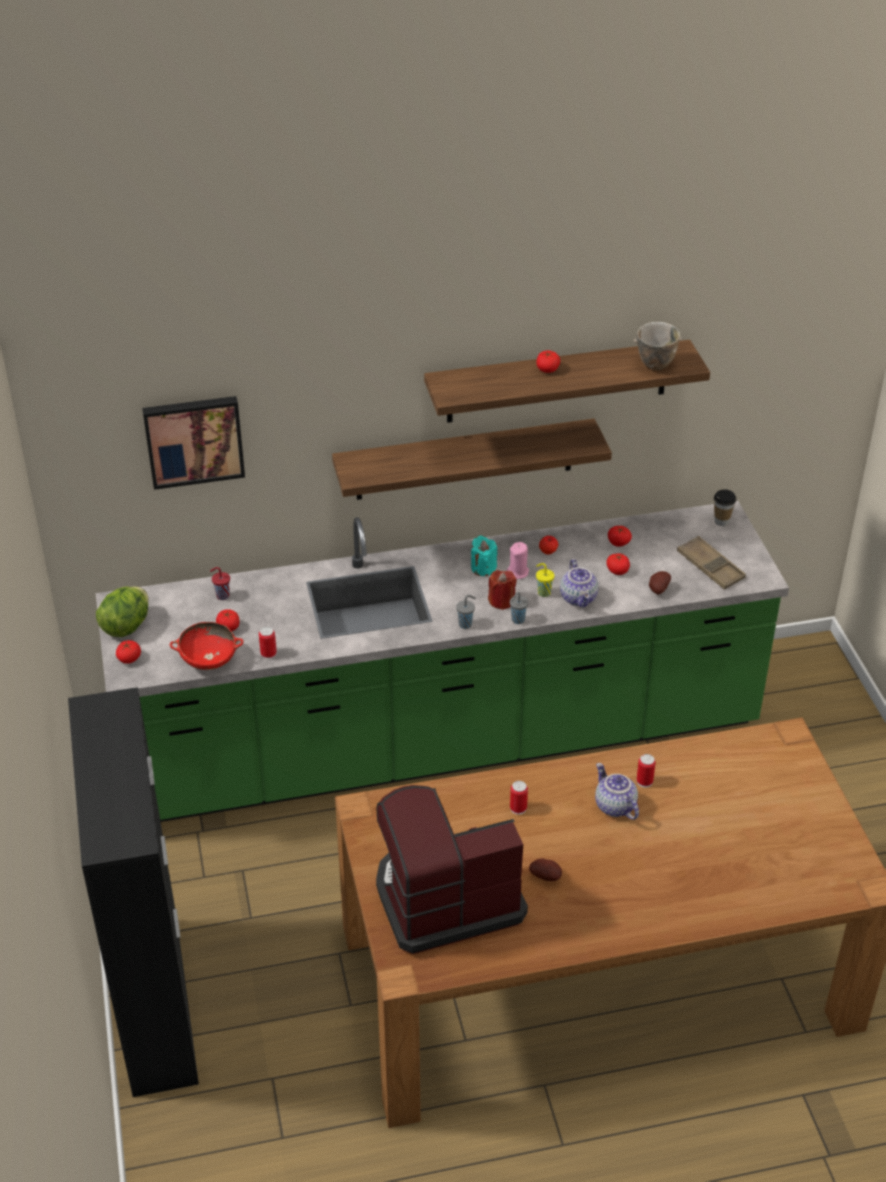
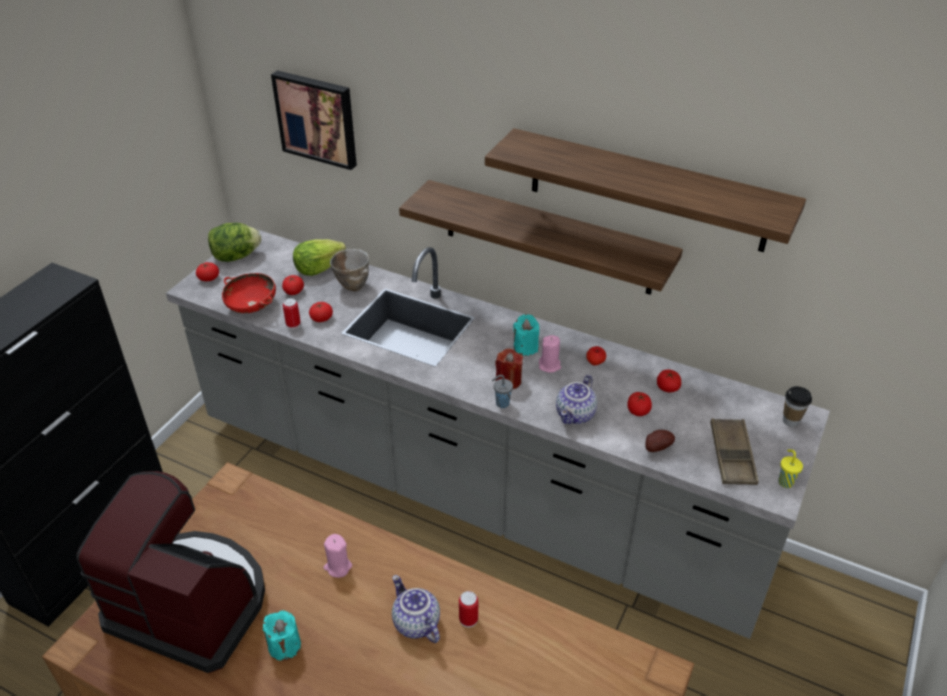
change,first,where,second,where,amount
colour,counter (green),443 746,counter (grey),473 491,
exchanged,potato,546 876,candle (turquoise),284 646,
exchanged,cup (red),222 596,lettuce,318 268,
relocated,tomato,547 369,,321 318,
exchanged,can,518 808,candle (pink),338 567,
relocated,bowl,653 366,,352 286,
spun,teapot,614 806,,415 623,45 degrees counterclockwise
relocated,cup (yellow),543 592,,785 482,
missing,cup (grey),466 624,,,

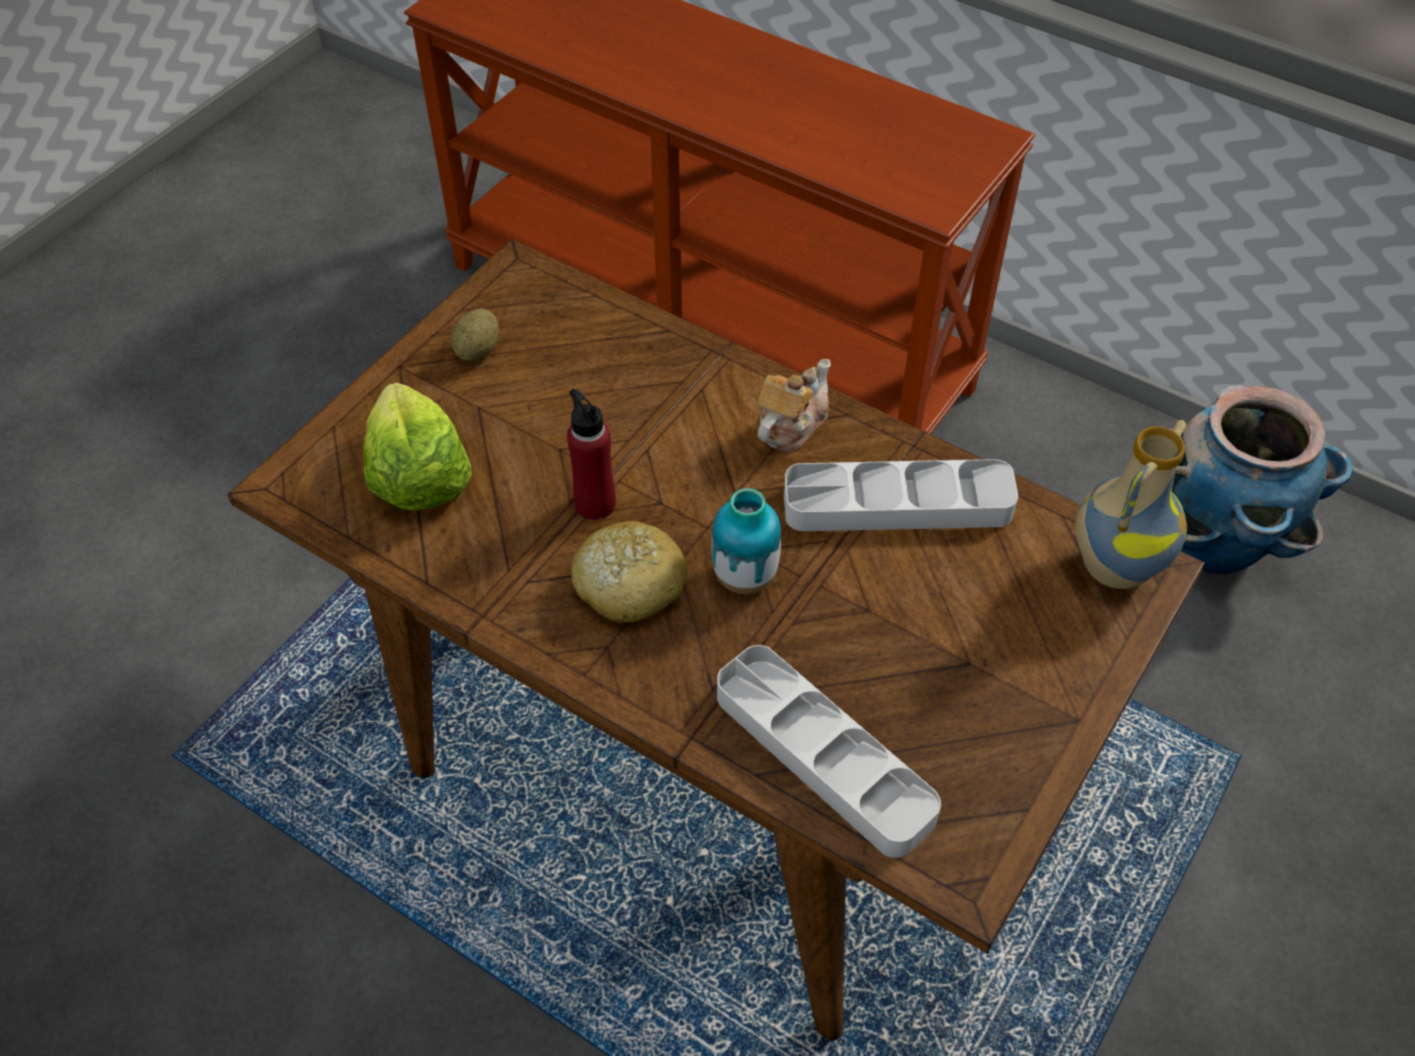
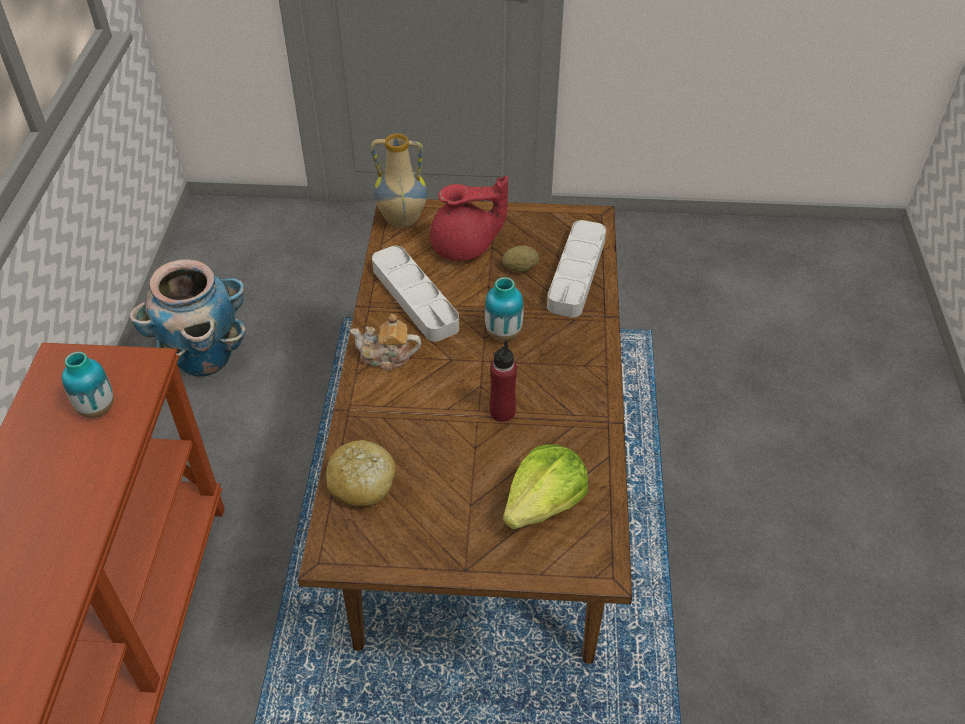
change,first,where,second,where,amount
appeared,,,vase,97 409,
relocated,bread,628 584,,362 482,
appeared,,,teapot (red),465 247,
relocated,potato,477 350,,520 268,

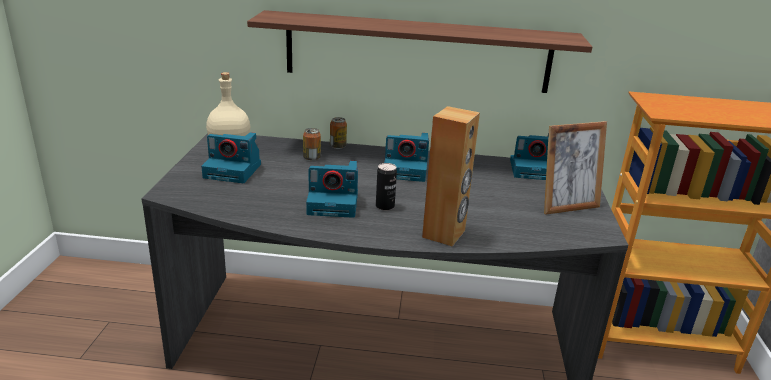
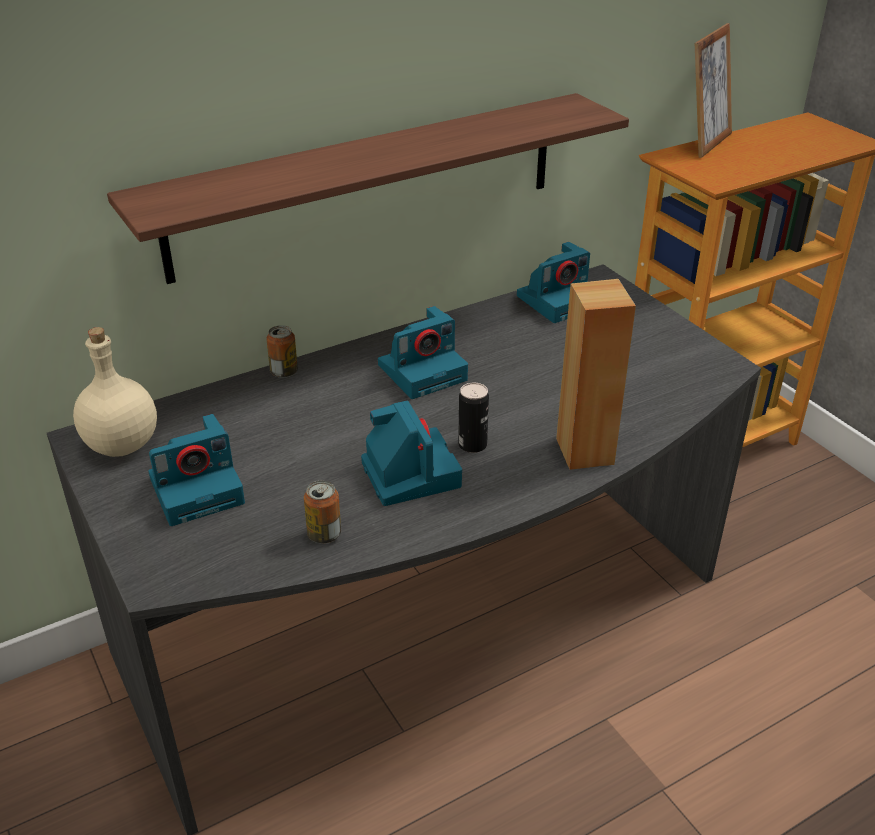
change,first,where,second,where,amount
relocated,can,311 158,,324 534,
spun,photo camera,334 203,,409 473,75 degrees counterclockwise
relocated,picture frame,567 206,,705 143,

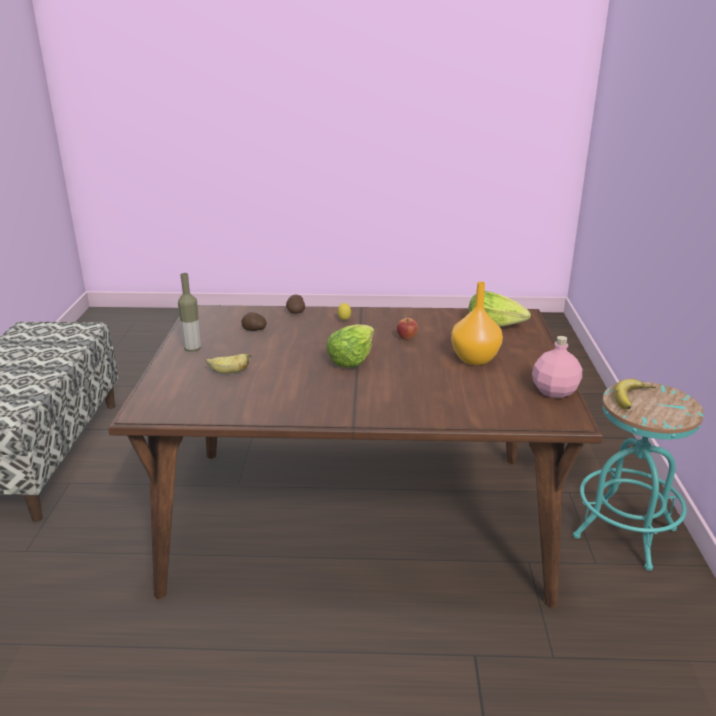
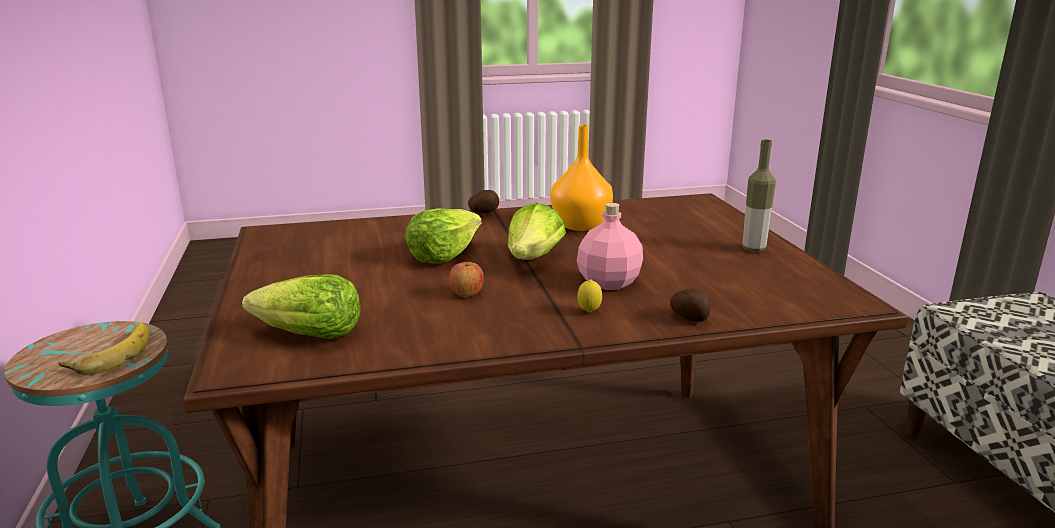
change,first,where,second,where,amount
appeared,,,lettuce,443 255,
relocated,potato,254 330,,484 212,
relocated,vase (orange),474 359,,581 225,
relocated,bottle (pink),555 391,,608 283,
missing,banana,229 372,,,

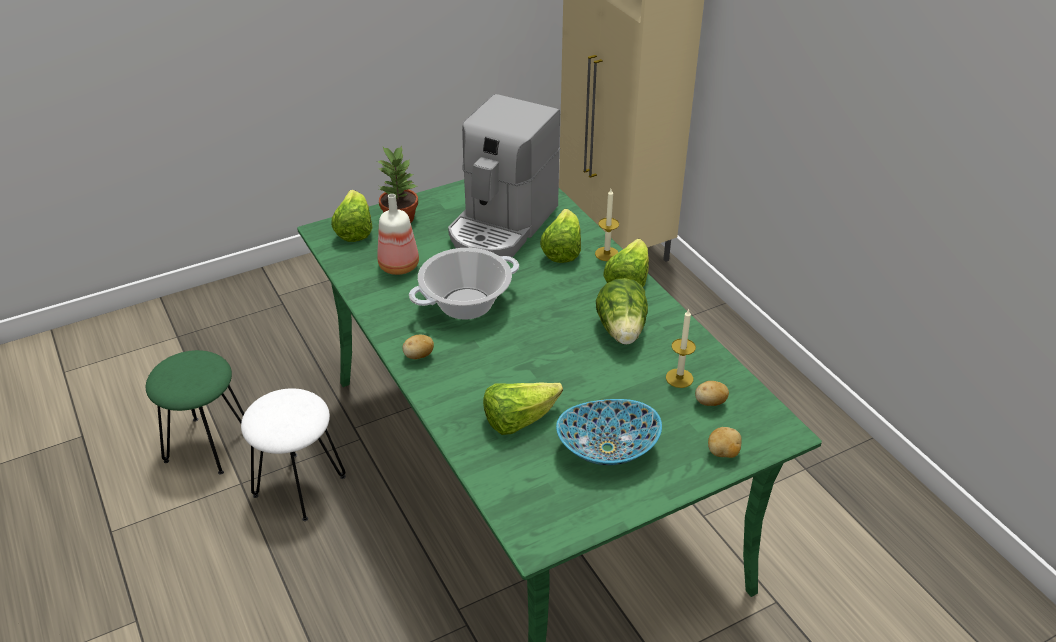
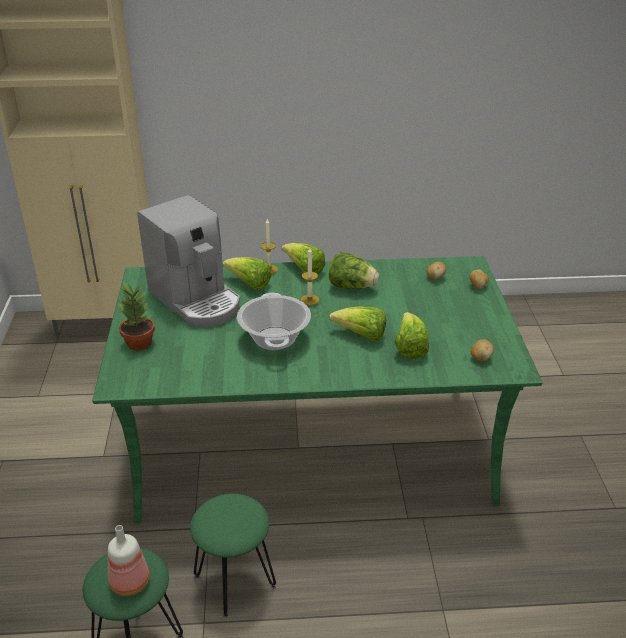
change,first,where,second,where,amount
relocated,bottle,398 265,,128 582,
colour,stool (white),298 485,stool (green),234 581,
relocated,candle,679 378,,309 300,
relocated,lettuce,354 230,,361 335,
relocated,potato,419 356,,480 358,
missing,bowl,606 448,,,

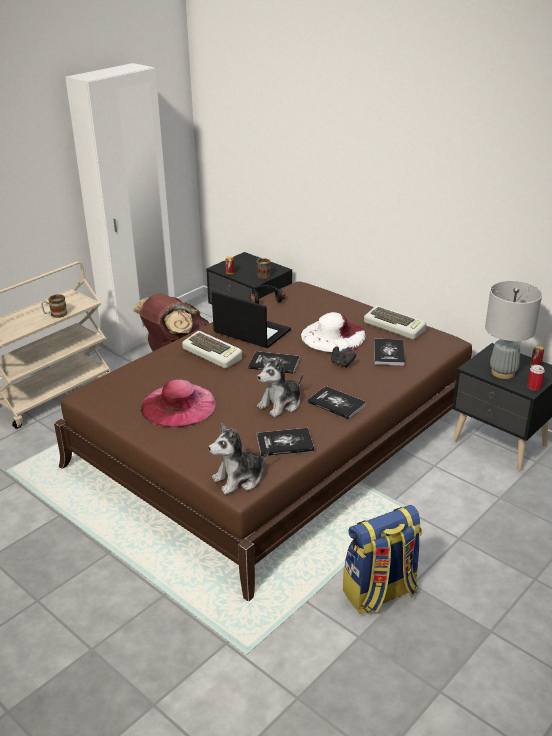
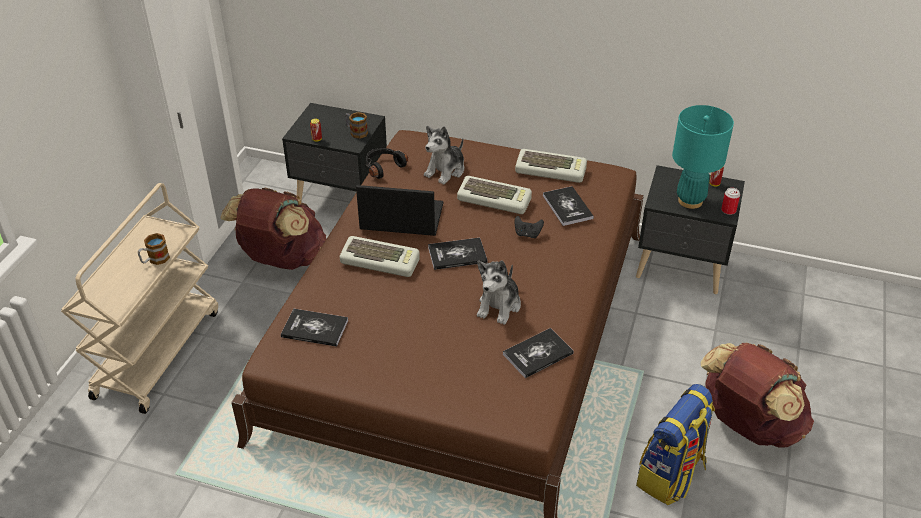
change,first,where,second,where,amount
relocated,book,336 404,,315 328,
relocated,plush toy,239 479,,445 170,
exchanged,hat (white),333 336,keyboard,495 199,
colour,table lamp (grey),502 372,table lamp (turquoise),690 201,
appeared,,,backpack (brown),748 425,
missing,hat (pink),178 405,,,

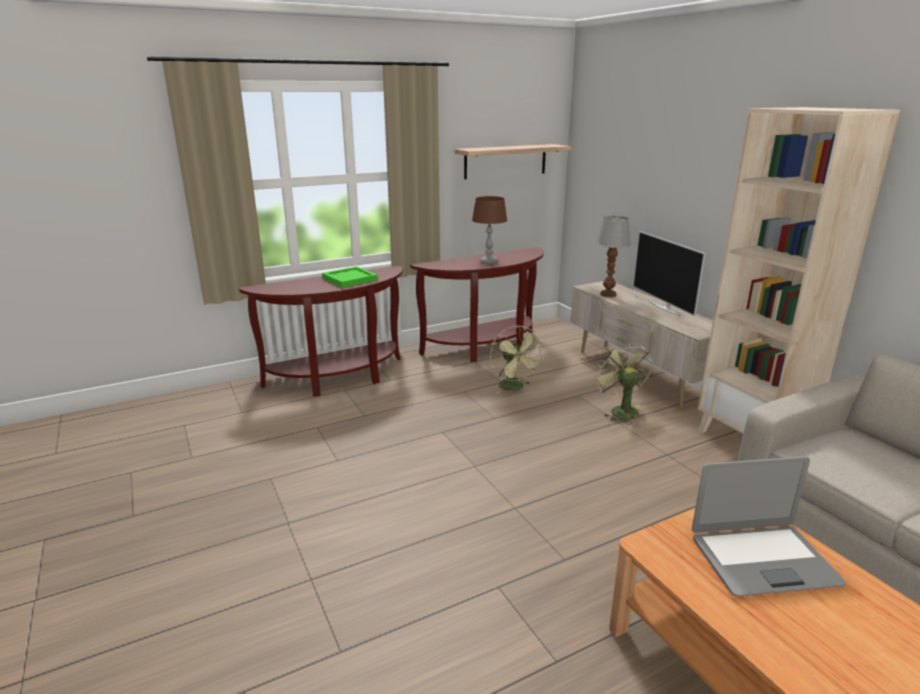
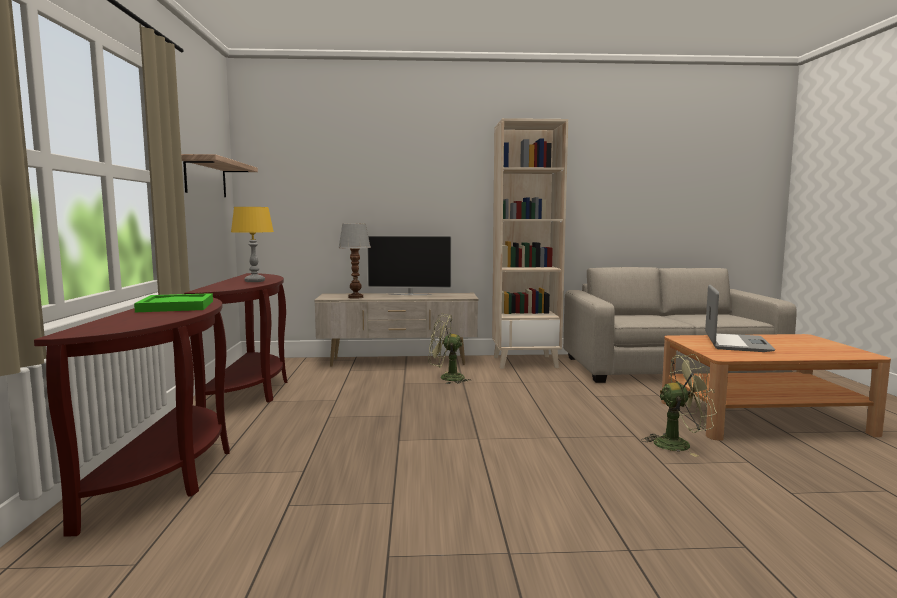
change,first,where,second,where,amount
colour,table lamp (brown),488 262,table lamp (yellow),255 281,
relocated,fan (green),515 388,,679 444,

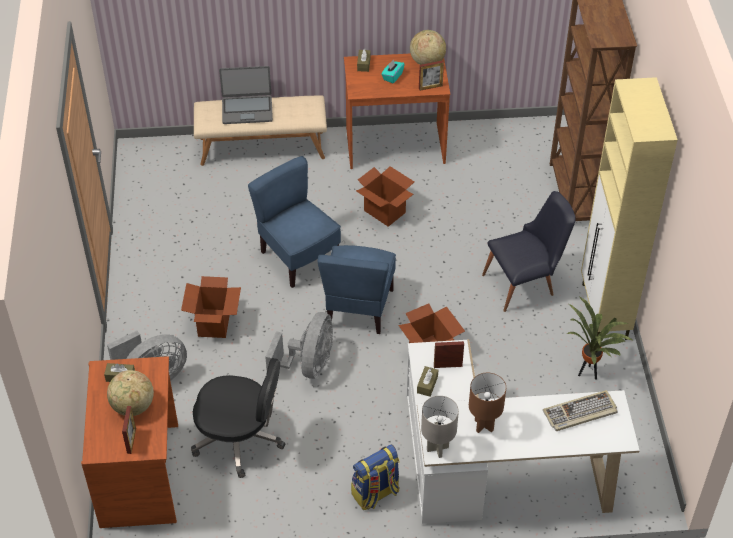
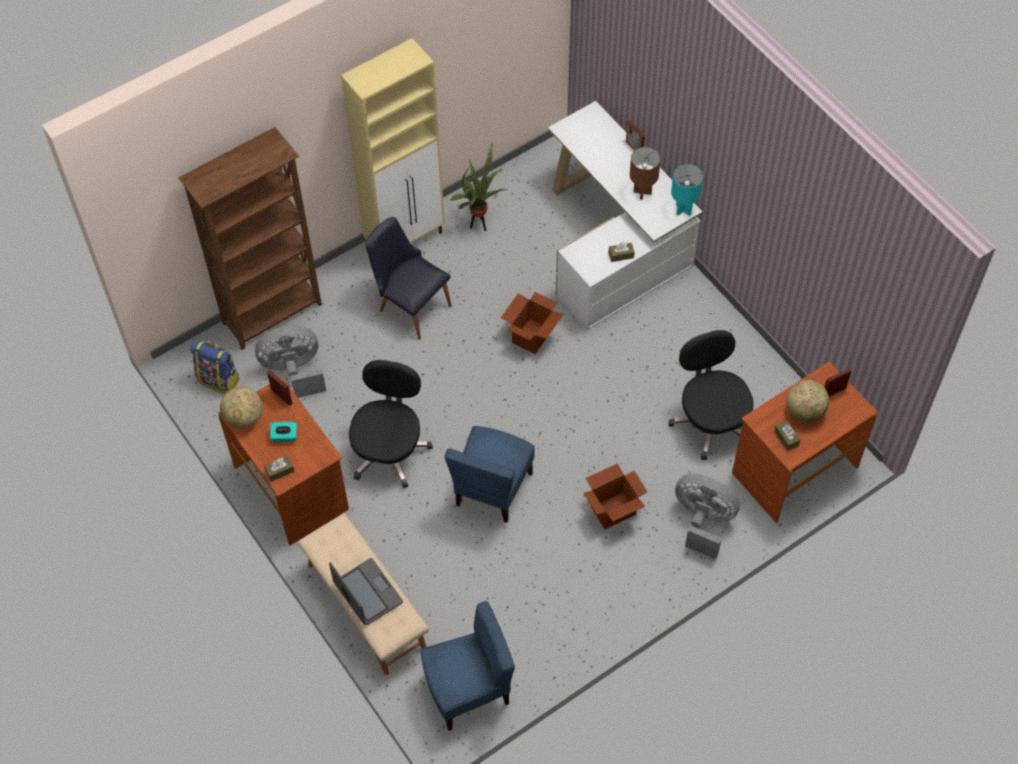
change,first,where,second,where,amount
relocated,backpack,375 493,,219 379,
relocated,fan (grey),308 366,,294 371,
exchanged,cardboard box,385 212,office chair (black),389 450,
relocated,chair (blue),358 308,,468 689,
relocated,picture frame,448 365,,634 148,
colour,table lamp (grey),437 449,table lamp (turquoise),684 210,
missing,keyboard,580 413,,,

